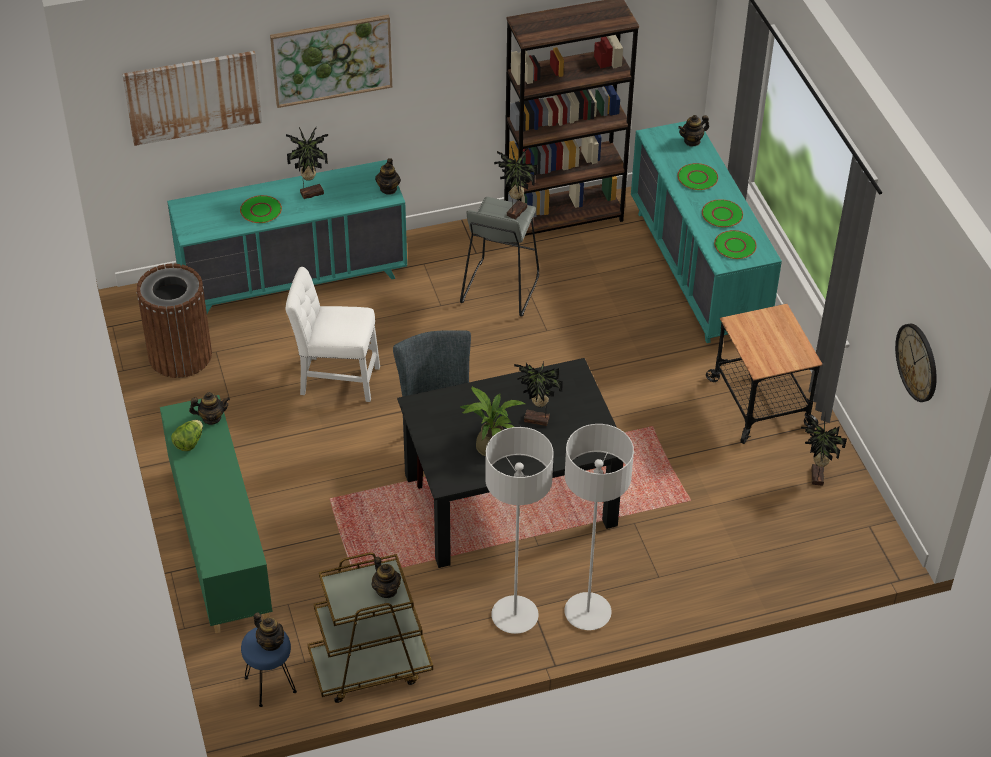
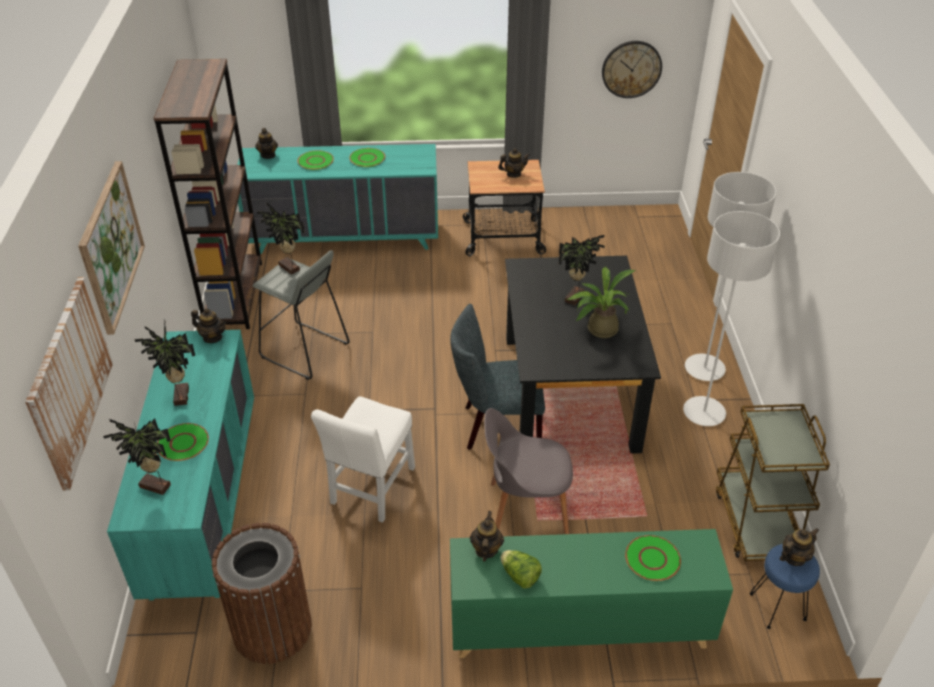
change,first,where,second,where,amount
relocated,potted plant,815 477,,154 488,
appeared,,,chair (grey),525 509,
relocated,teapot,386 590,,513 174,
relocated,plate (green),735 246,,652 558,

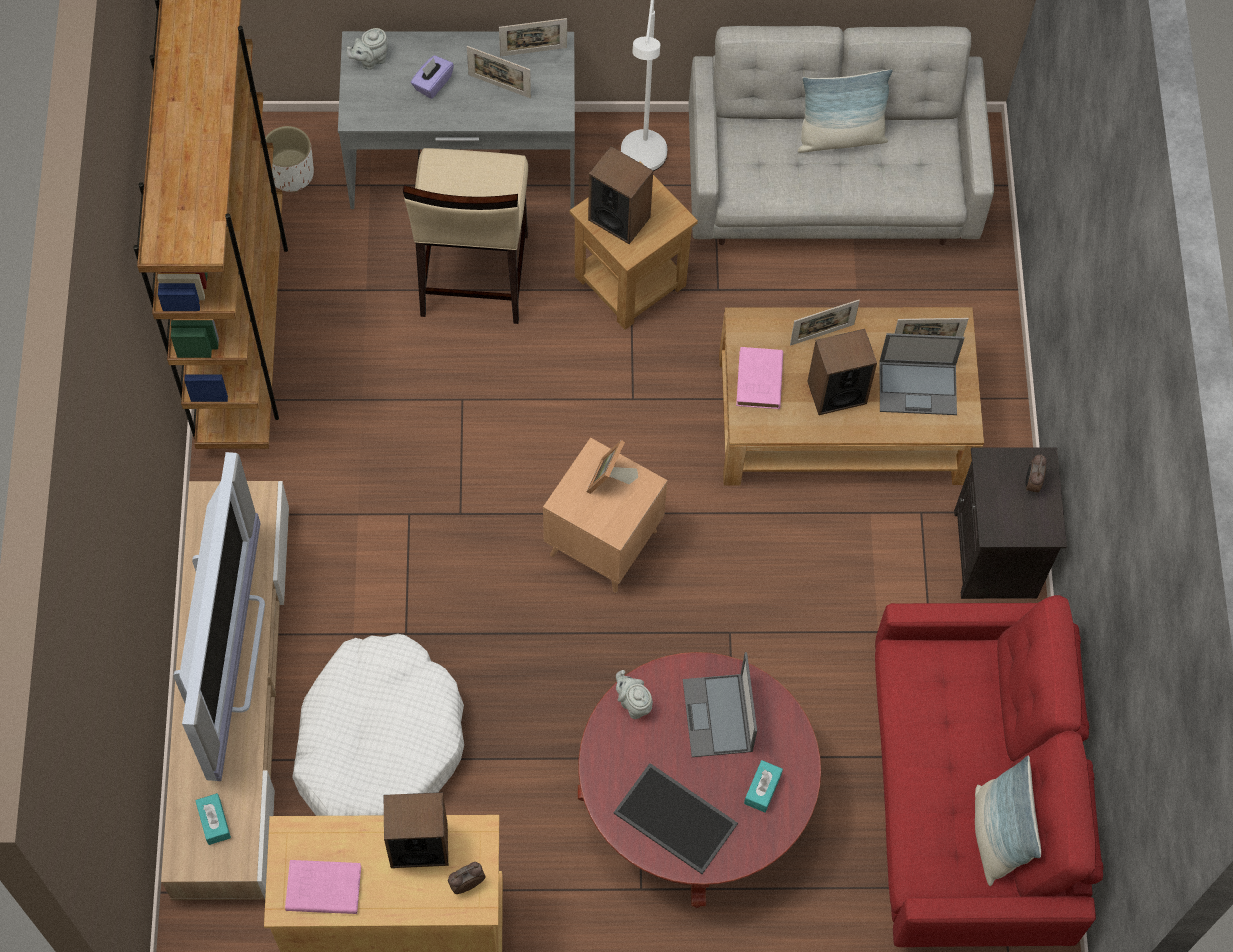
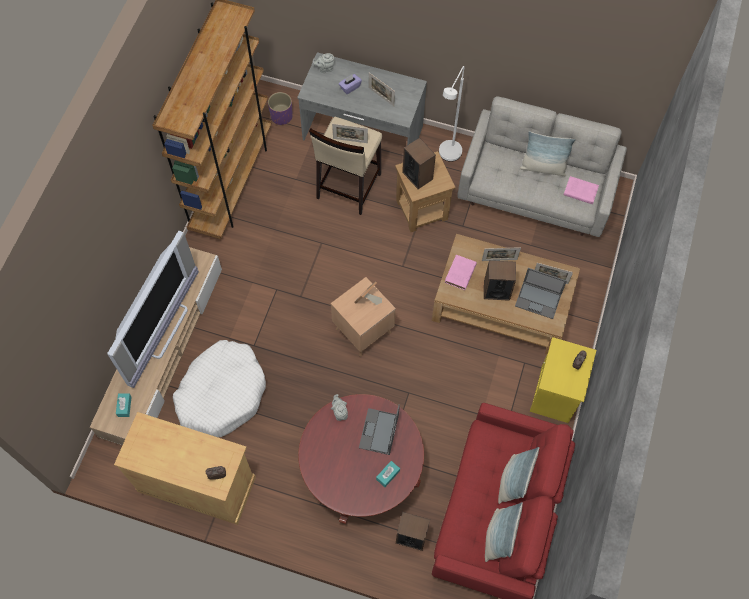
change,first,where,second,where,amount
colour,planter (white),291 173,planter (purple),281 116,
relocated,picture frame,533 51,,350 140,
relocated,speaker,419 844,,411 536,
appeared,,,pillow,513 481,
colour,nightstand (black),997 555,nightstand (yellow),555 395,
relocated,book (pink),321 888,,579 191,
missing,tray,677 818,,,

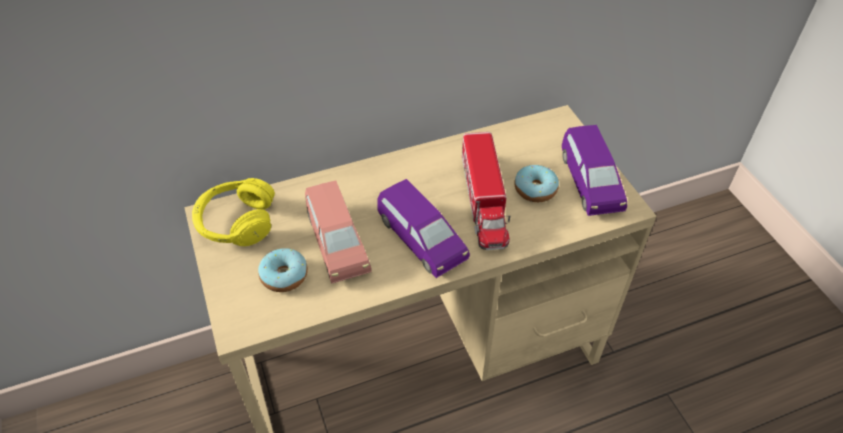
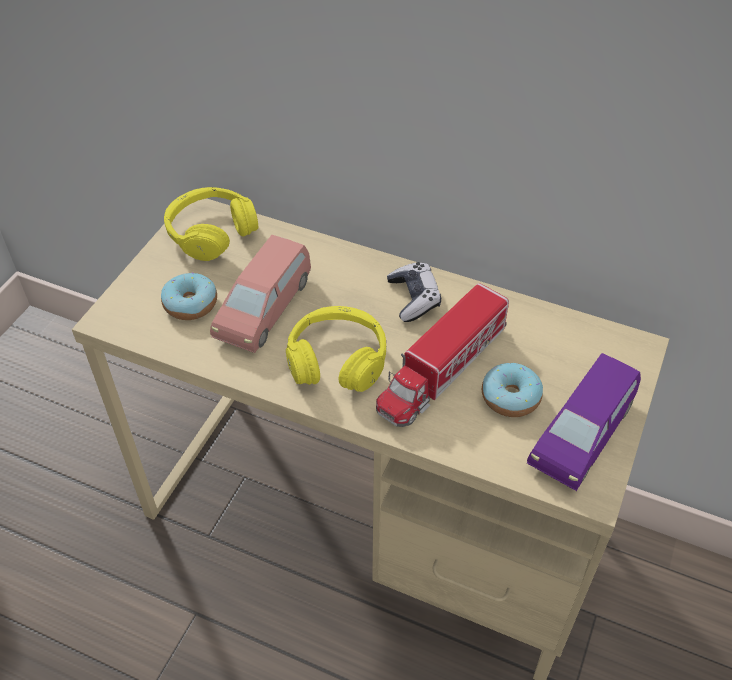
change,first,where,second,where,amount
exchanged,toy car (purple),421 239,headphones (yellow),337 359,
appeared,,,game controller,414 298,

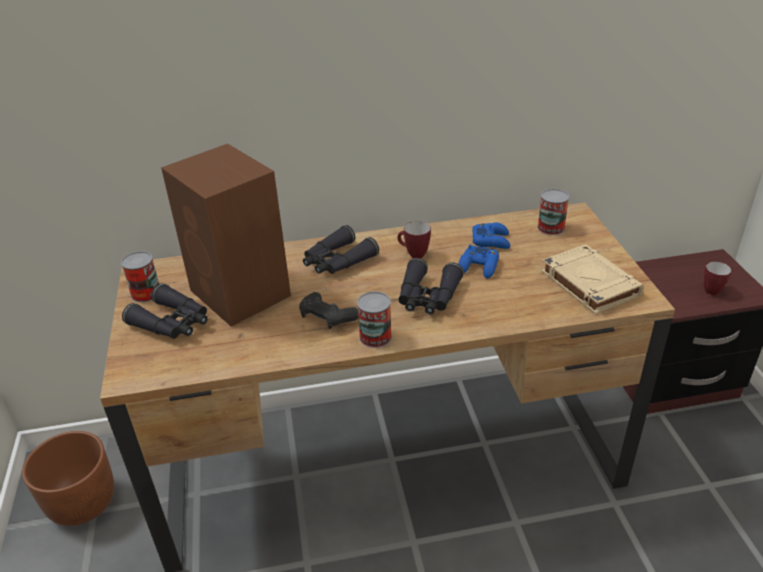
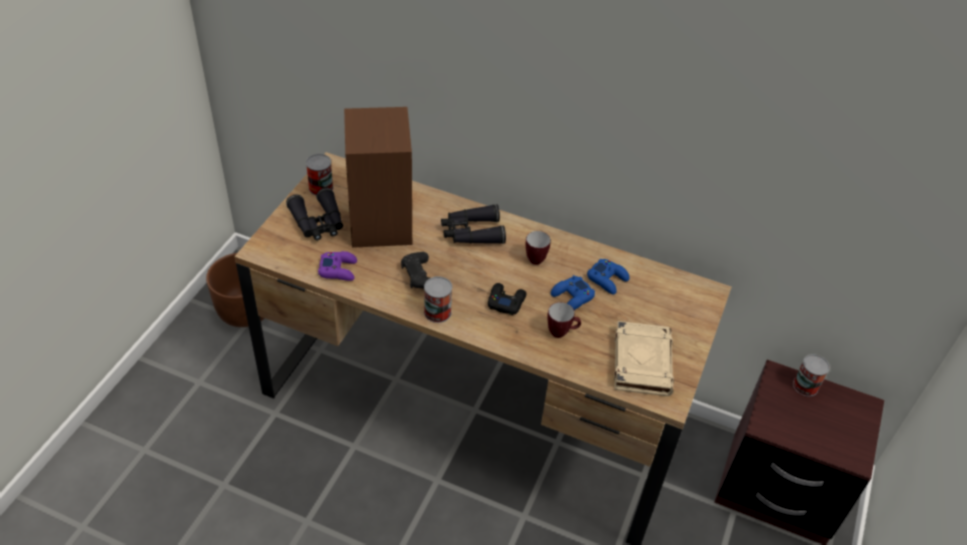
change,first,where,second,where,amount
appeared,,,game controller (purple),338 269,
exchanged,binoculars (black),427 297,game controller (black),506 301,
relocated,mug,713 290,,561 332,
relocated,can,551 228,,805 386,

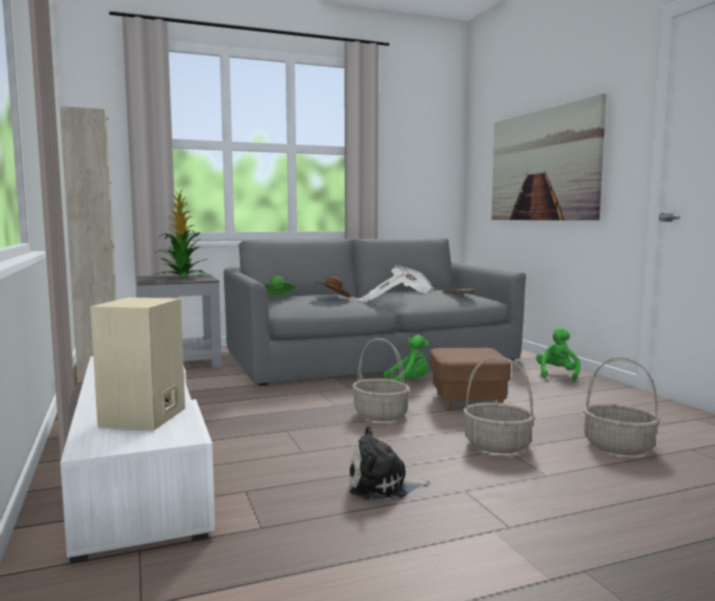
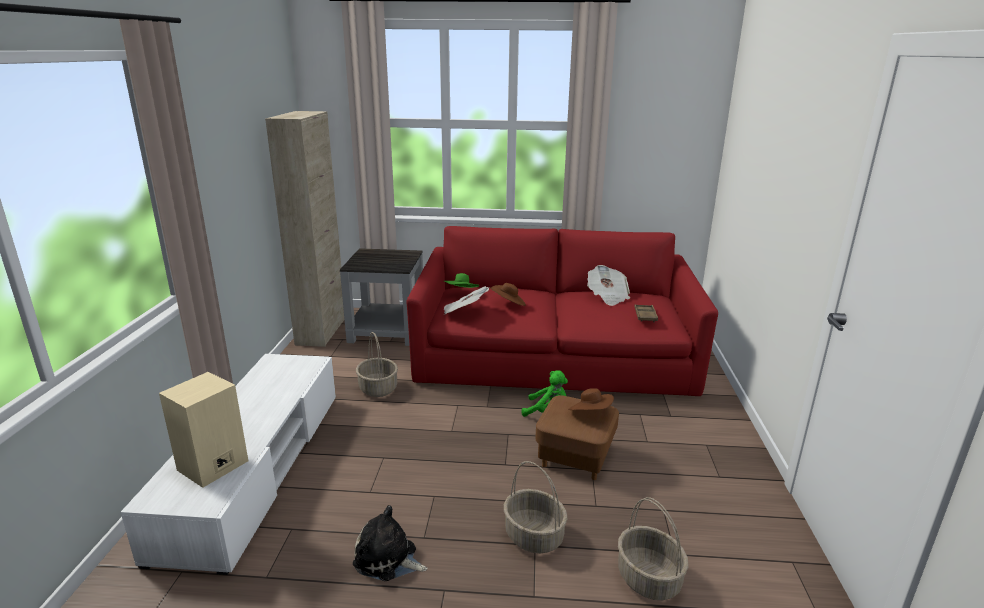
change,first,where,second,where,amount
relocated,basket,379 415,,377 388,
colour,sofa (grey),369 355,sofa (red),554 354,
relocated,newspaper,382 300,,464 312,
appeared,,,hat (brown),590 413,
missing,potted plant,182 277,,,
missing,picture,543 165,,,
missing,plush toy (green),557 375,,,

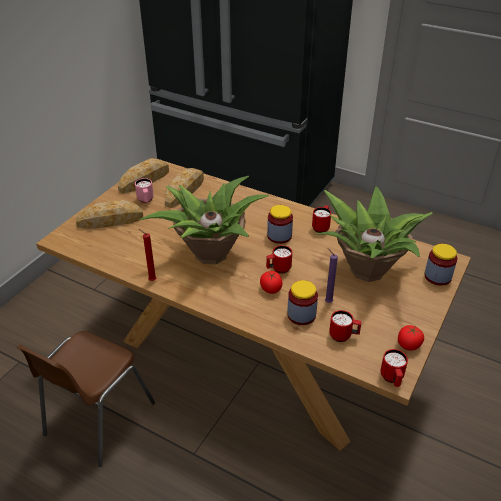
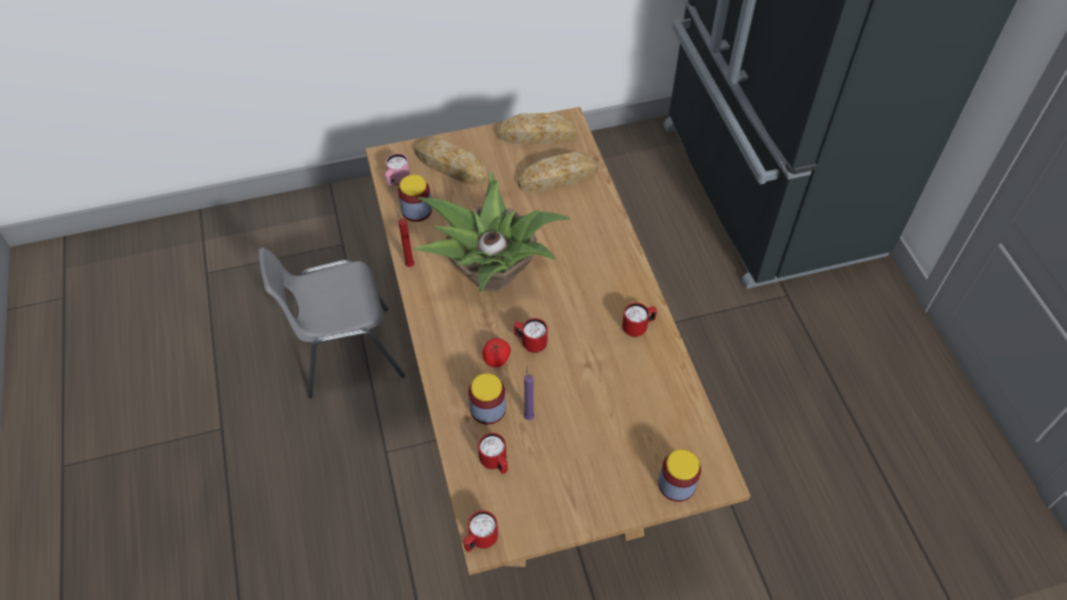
change,first,where,second,where,amount
colour,chair (brown),97 420,chair (grey),346 353,
relocated,mug (pink),146 200,,397 181,
relocated,jar,279 236,,416 210,
missing,potted plant,367 269,,,
missing,tomato,408 345,,,

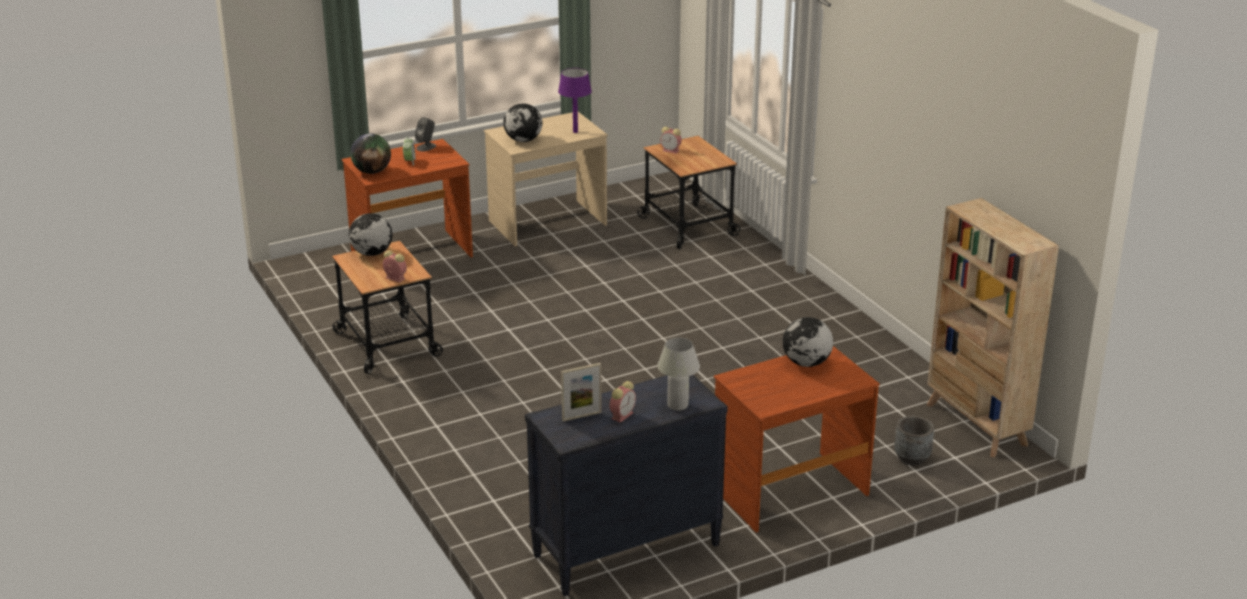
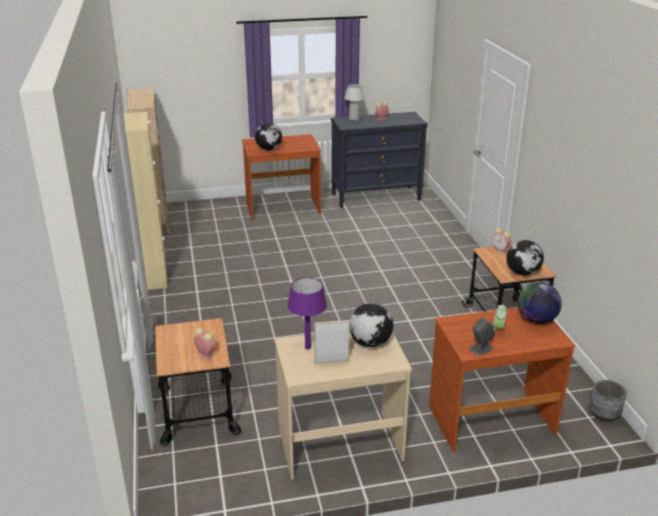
change,first,where,second,where,amount
appeared,,,cabinet (beige),154 276,
relocated,picture frame,581 416,,331 361,
relocated,planter (grey),912 458,,604 415,

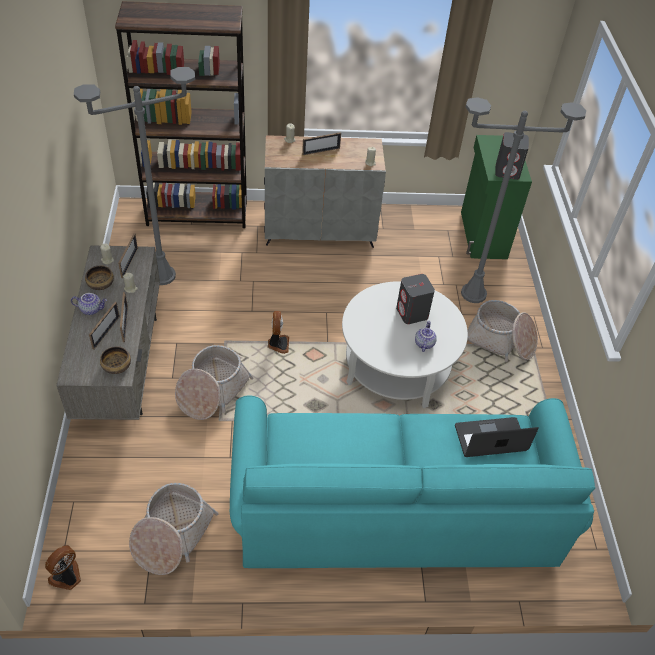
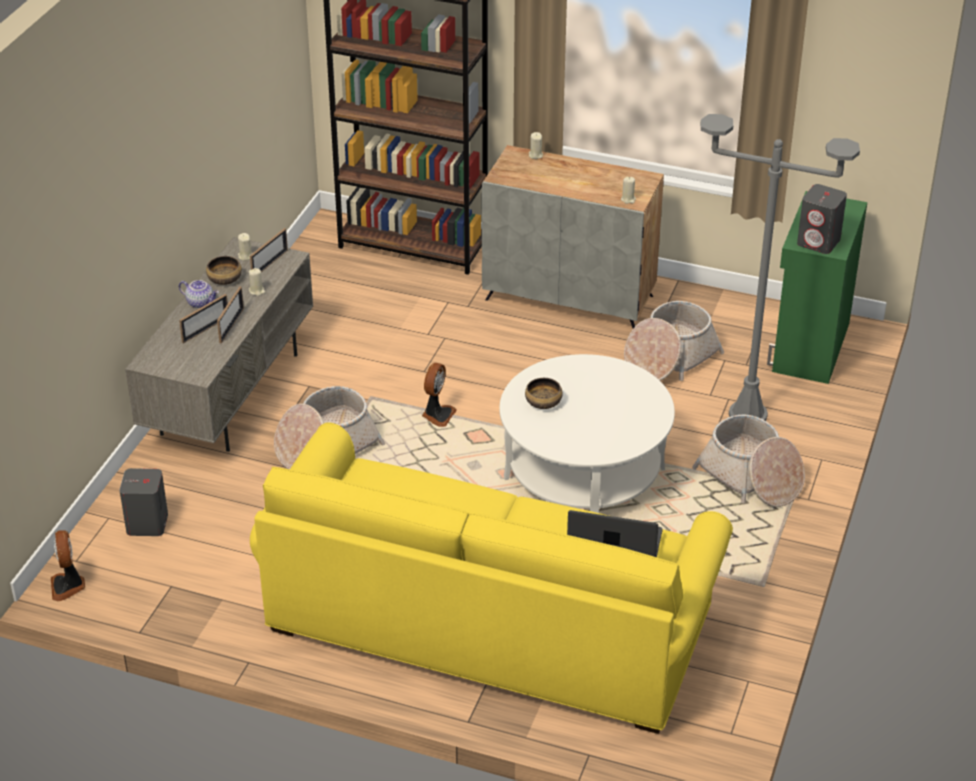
change,first,where,second,where,amount
spun,fan,67 577,,68 586,75 degrees counterclockwise
relocated,speaker (grey),412 313,,147 524,
colour,sofa (turquoise),395 508,sofa (yellow),487 622,
relocated,bowl,116 366,,543 403,
relocated,basket,172 535,,669 358,
missing,floor lamp (grey),162 276,,,
missing,picture frame,321 151,,,
missing,teapot,423 343,,,

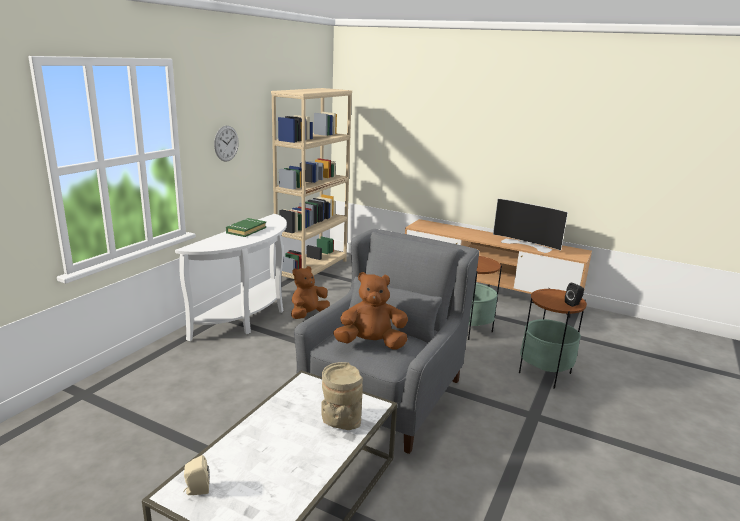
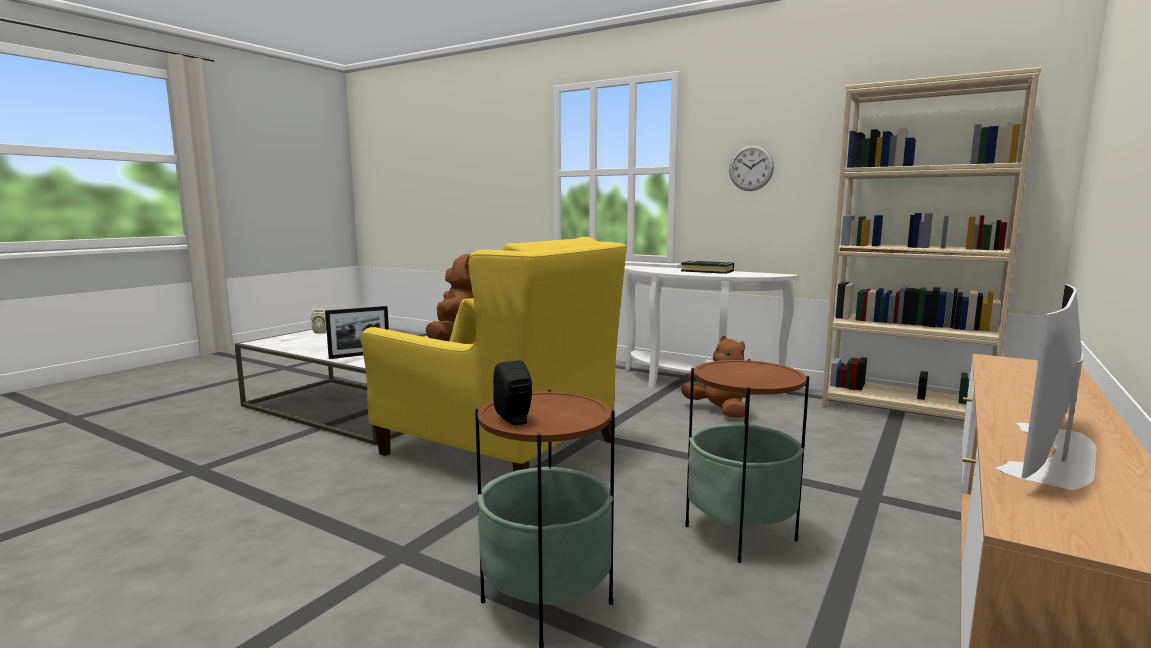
change,first,where,second,where,amount
exchanged,vase (beige),340 421,picture frame,360 355,
colour,armchair (grey),385 396,armchair (yellow),499 447,
colour,book (green),246 230,book (black),707 271,

